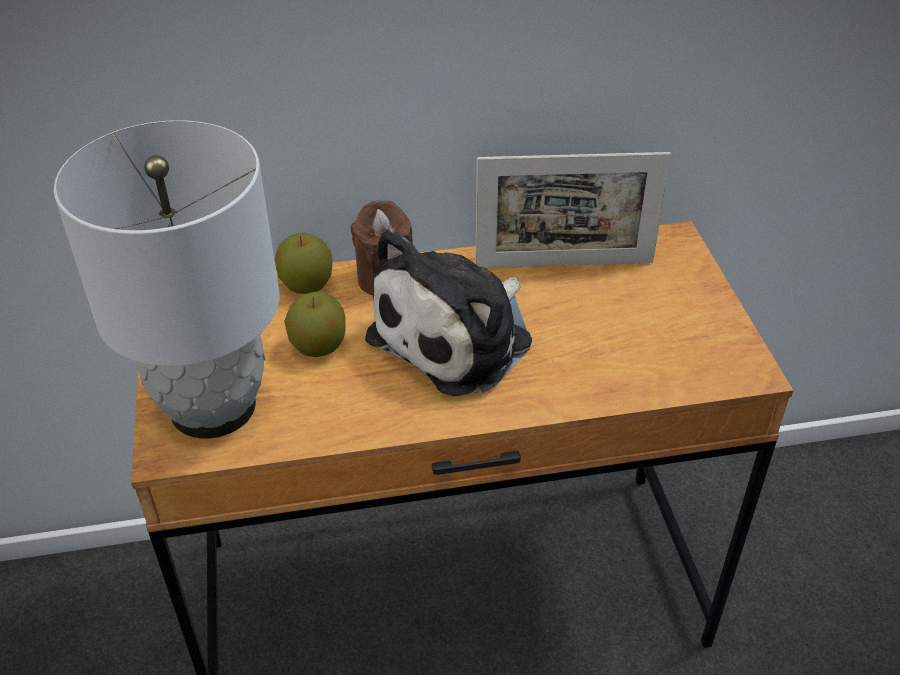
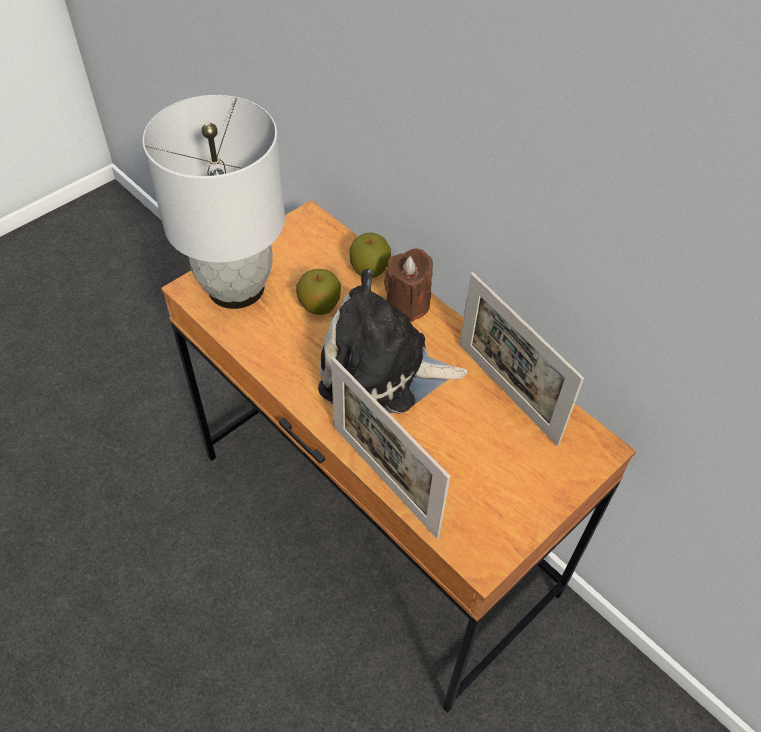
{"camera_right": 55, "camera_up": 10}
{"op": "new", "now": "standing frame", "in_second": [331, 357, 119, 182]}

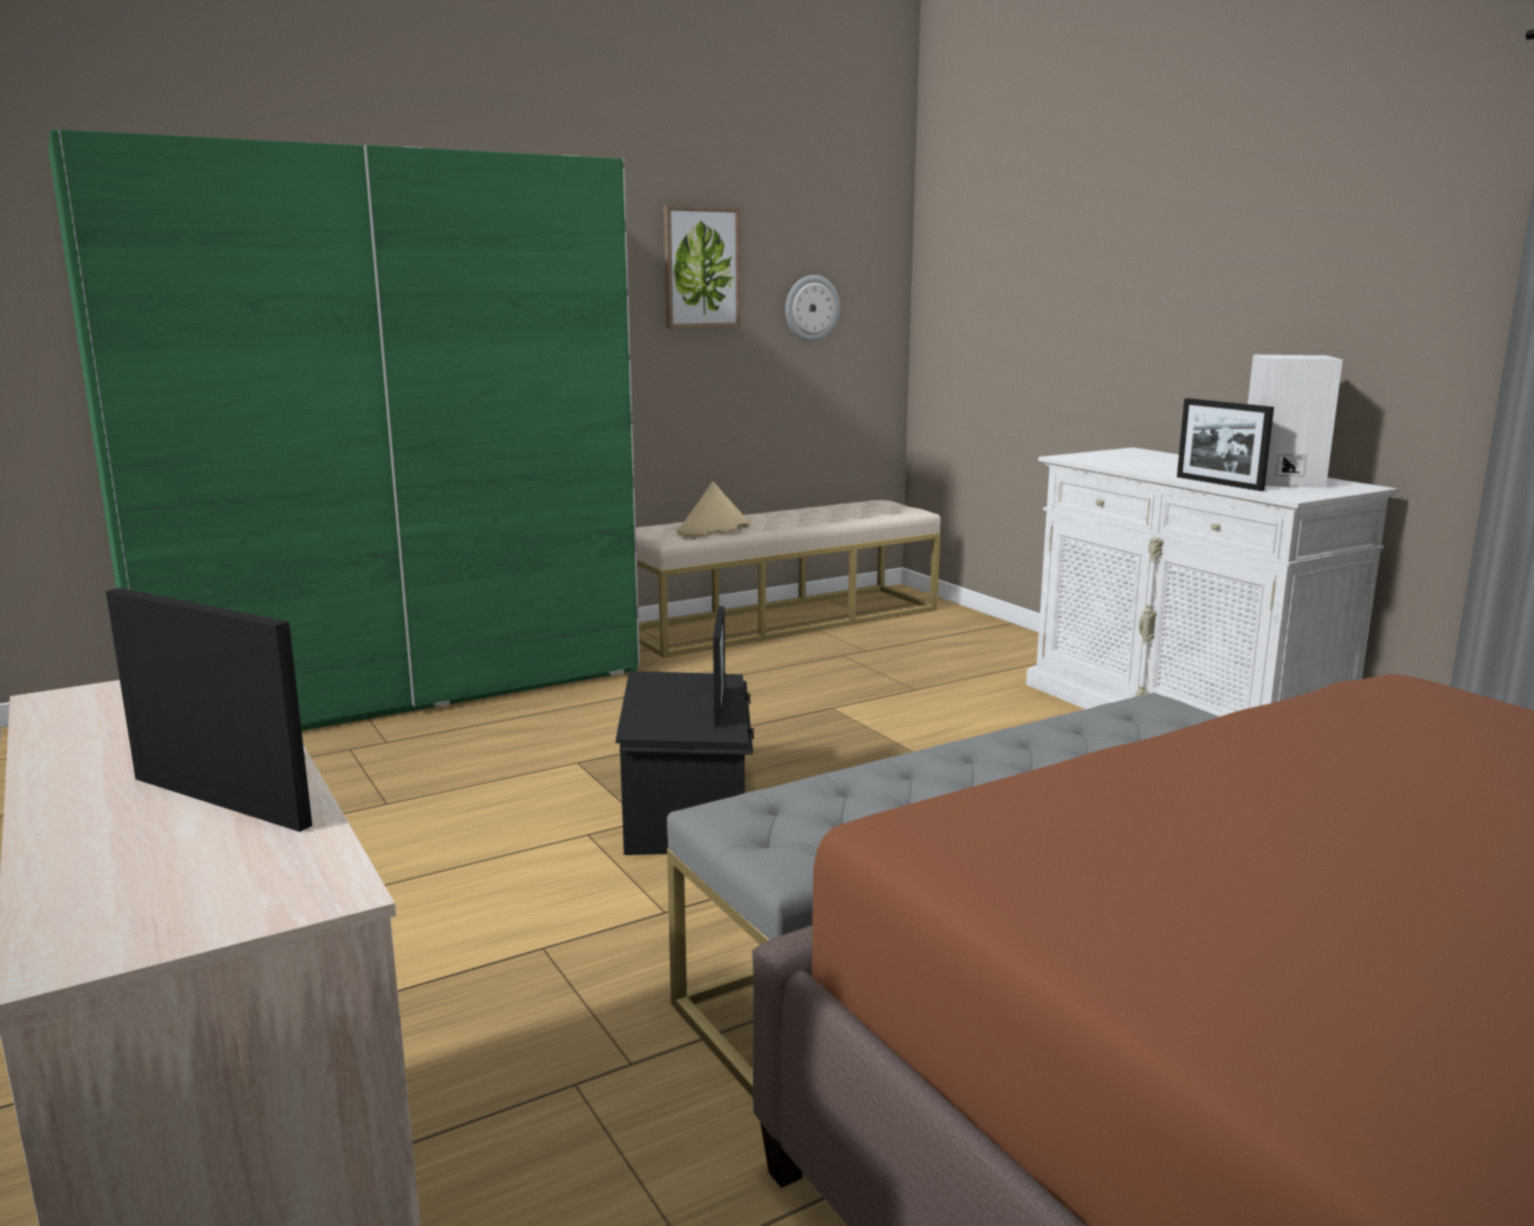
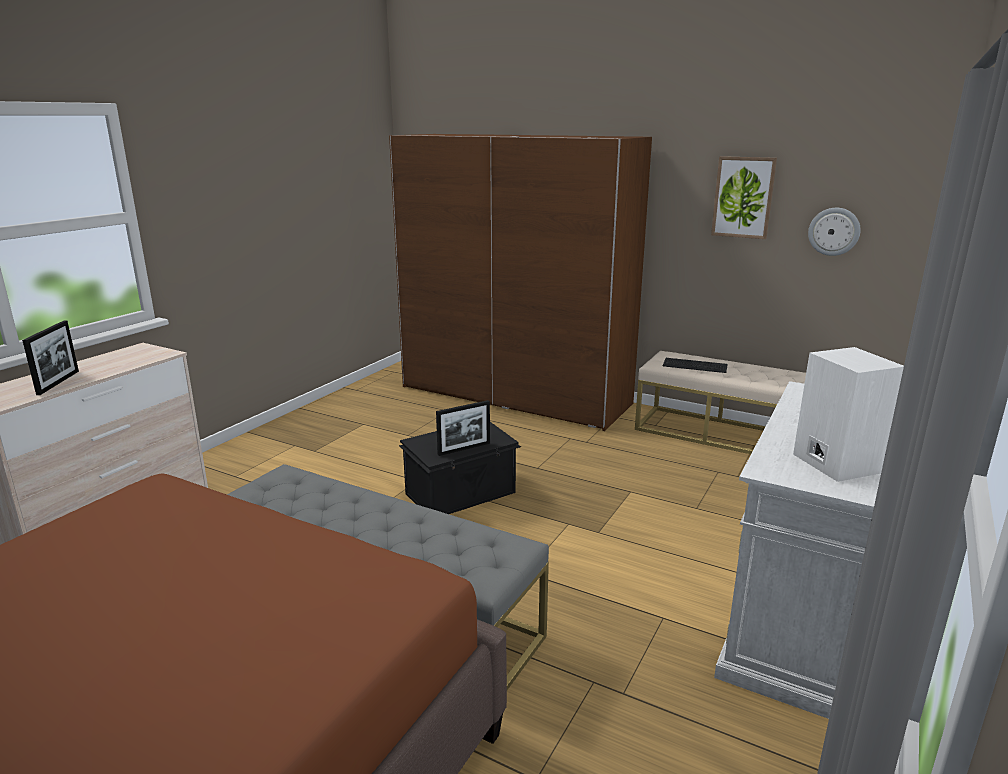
{"camera_right": 60, "camera_up": 5}
{"op": "gone", "was": "standing frame", "in_first": [1177, 398, 97, 93]}
{"op": "swapped", "was": "clothing hat in beige-coloured", "now": "PC keyboard", "in_first": [677, 481, 74, 56], "in_second": [663, 358, 64, 15]}
{"op": "repainted", "was": "clothes cupboard in green", "now": "clothes cupboard in brown-coloured", "in_first": [48, 129, 592, 602], "in_second": [389, 134, 263, 297]}

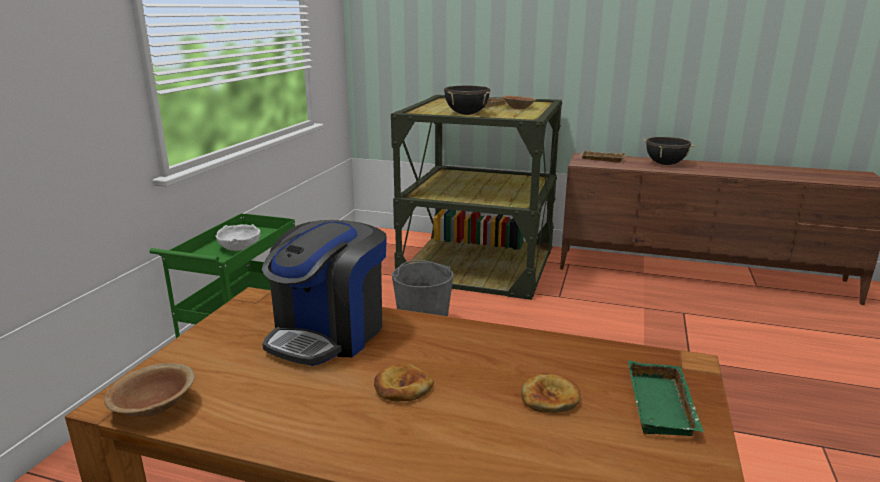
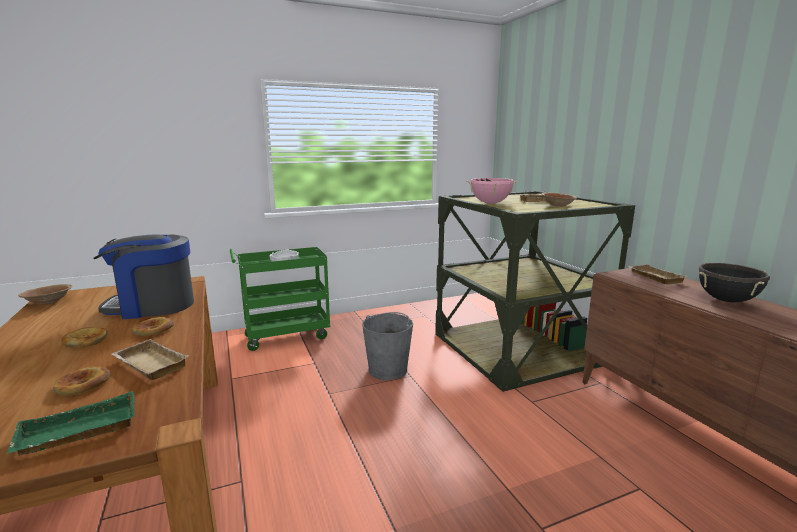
{"camera_right": 50, "camera_up": -5}
{"op": "new", "now": "tray in beige-coloured", "in_second": [111, 339, 77, 41]}
{"op": "new", "now": "bread", "in_second": [132, 317, 42, 19]}
{"op": "repainted", "was": "saucepot in black-coloured", "now": "saucepot in pink", "in_first": [444, 86, 46, 29], "in_second": [466, 178, 52, 26]}

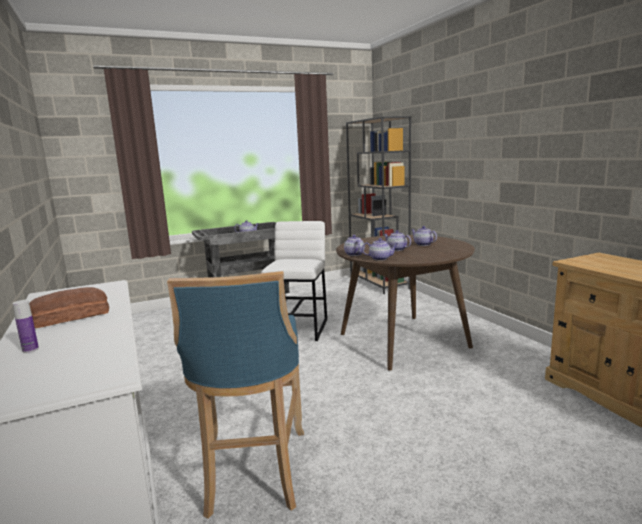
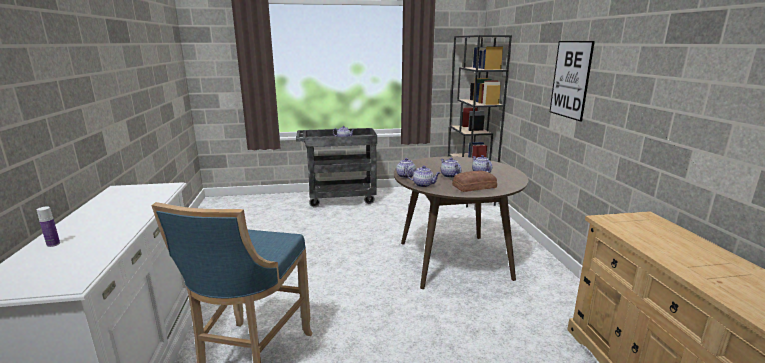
{"camera_right": 15, "camera_up": 5}
{"op": "gone", "was": "plain chair in white", "in_first": [261, 221, 66, 120]}
{"op": "new", "now": "picture", "in_second": [550, 41, 45, 81]}
{"op": "shifted", "was": "bread", "in_first": [29, 287, 80, 41], "in_second": [452, 171, 45, 21]}

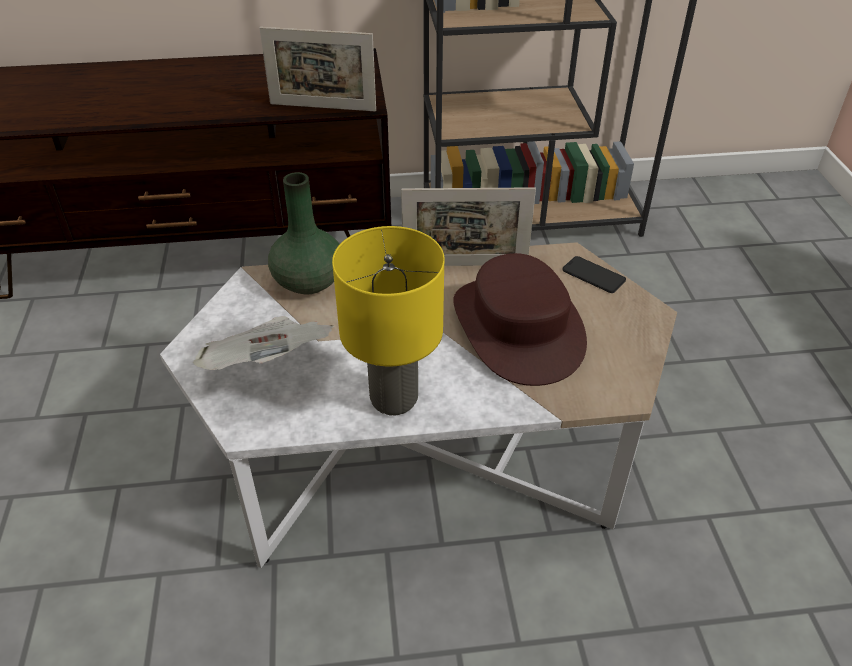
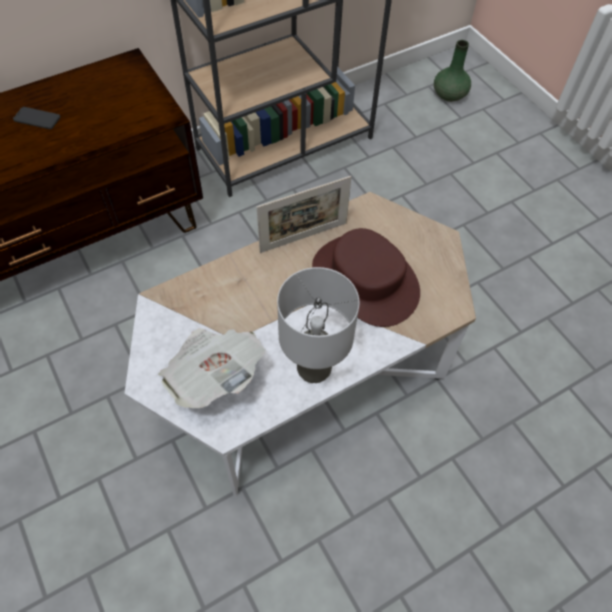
{"camera_right": -25, "camera_up": 15}
{"op": "gone", "was": "standing frame", "in_first": [259, 27, 117, 85]}
{"op": "shifted", "was": "vase in green", "in_first": [268, 172, 72, 123], "in_second": [434, 40, 37, 62]}
{"op": "shifted", "was": "handset", "in_first": [562, 256, 64, 37], "in_second": [13, 107, 47, 22]}
{"op": "repainted", "was": "tabletop lamp in yellow", "now": "tabletop lamp in white", "in_first": [332, 226, 112, 190], "in_second": [277, 267, 82, 116]}

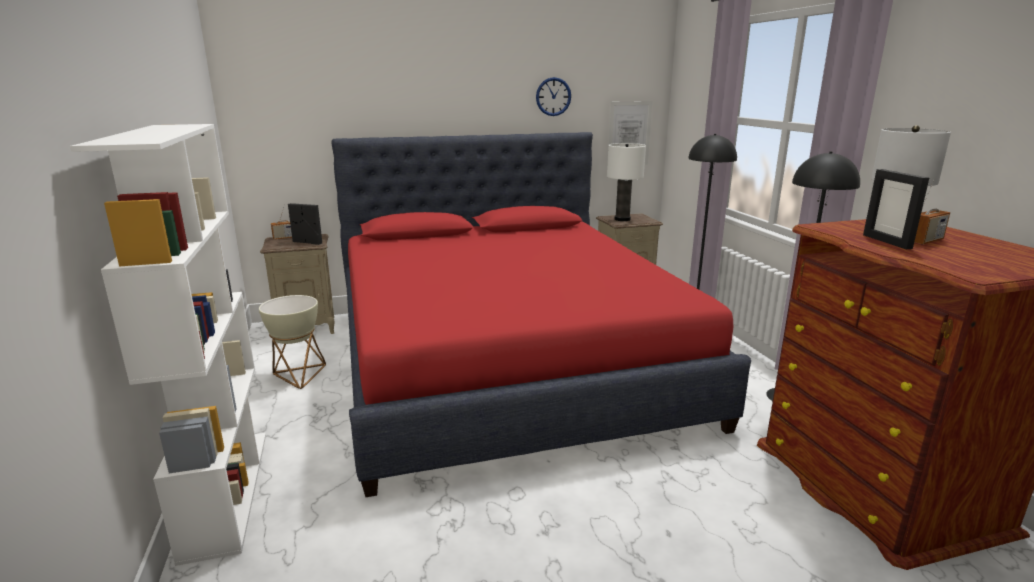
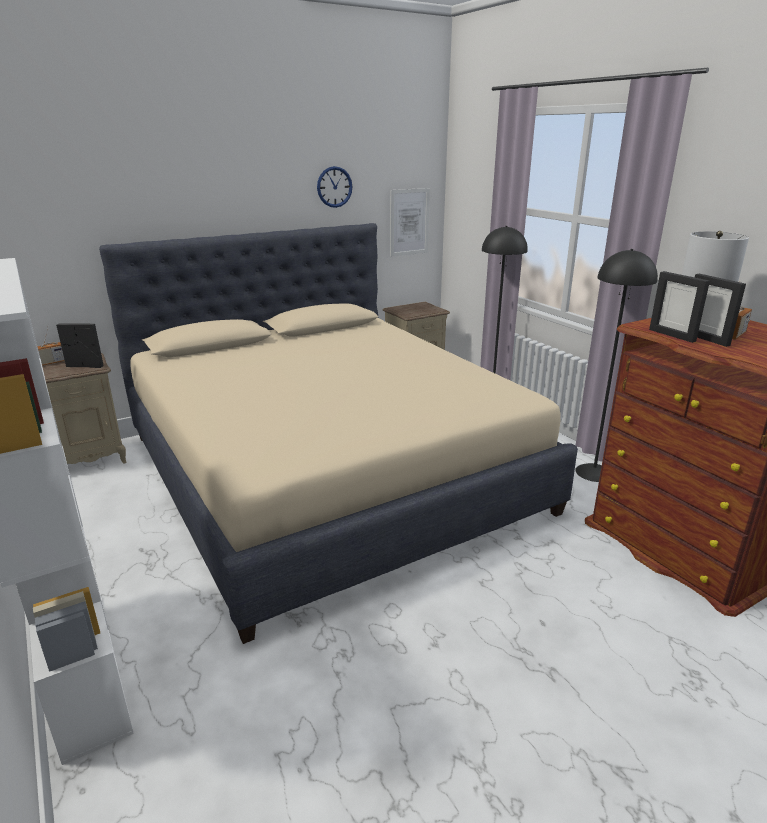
{"camera_right": -15, "camera_up": 5}
{"op": "gone", "was": "flower pot", "in_first": [259, 295, 67, 94]}
{"op": "gone", "was": "tabletop lamp in white", "in_first": [607, 143, 39, 78]}
{"op": "new", "now": "standing frame", "in_second": [649, 271, 61, 72]}
{"op": "repainted", "was": "bedroom bed in red", "now": "bedroom bed in beige-coloured", "in_first": [331, 132, 420, 365], "in_second": [99, 223, 479, 421]}

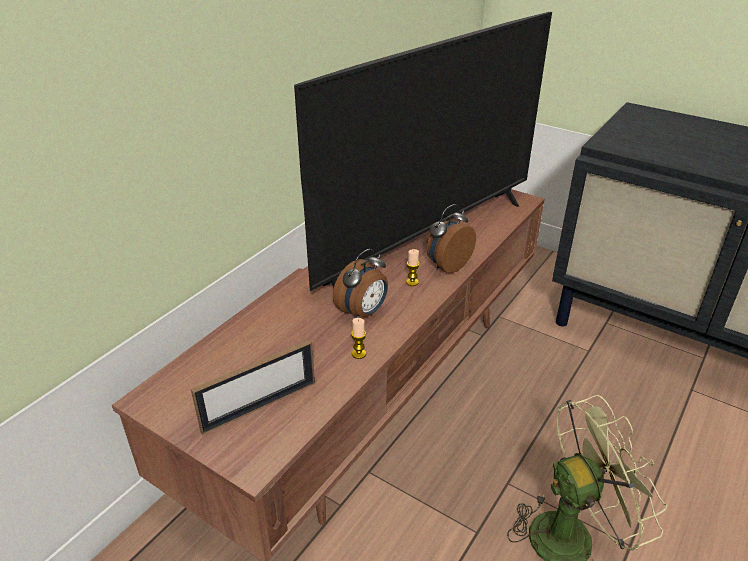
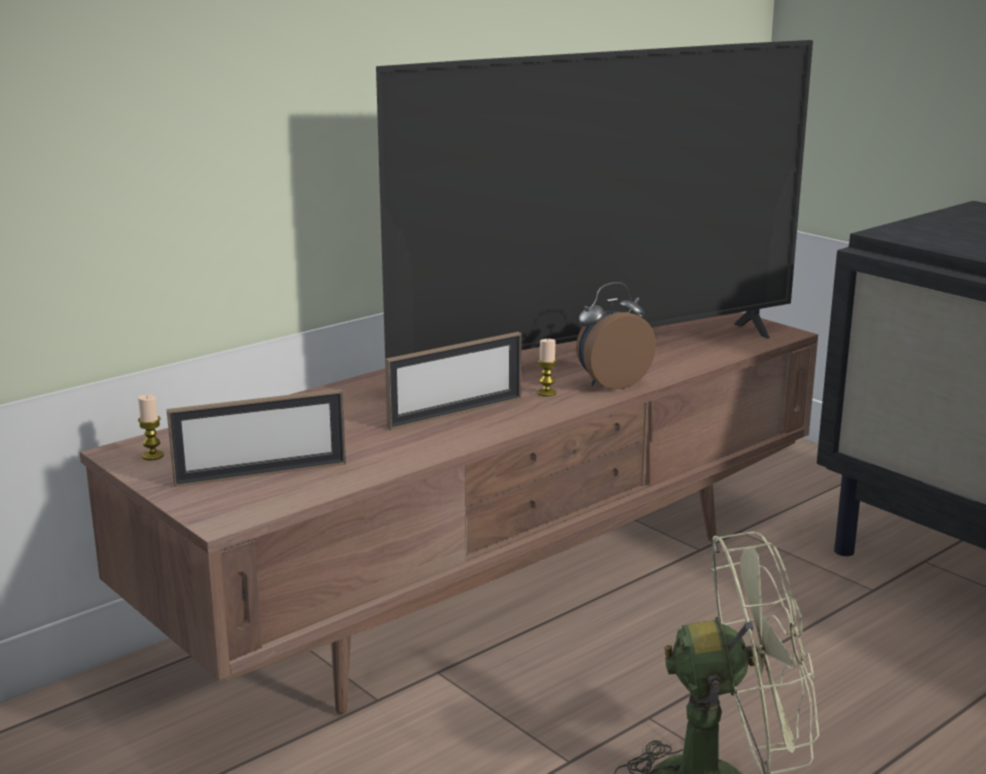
{"camera_right": 15, "camera_up": -15}
{"op": "shifted", "was": "wax candle", "in_first": [351, 318, 15, 41], "in_second": [138, 395, 26, 66]}
{"op": "swapped", "was": "bedside clock", "now": "standing frame", "in_first": [333, 249, 55, 69], "in_second": [385, 332, 137, 98]}

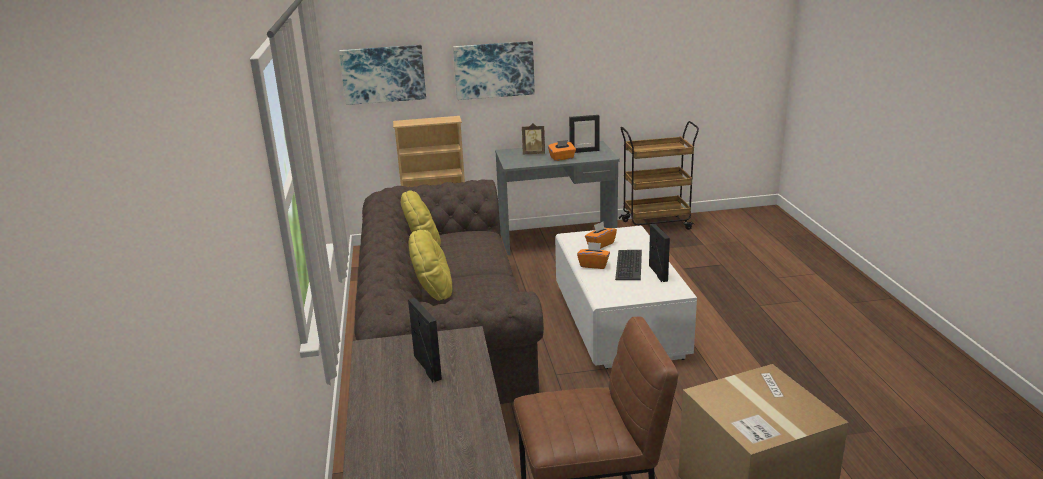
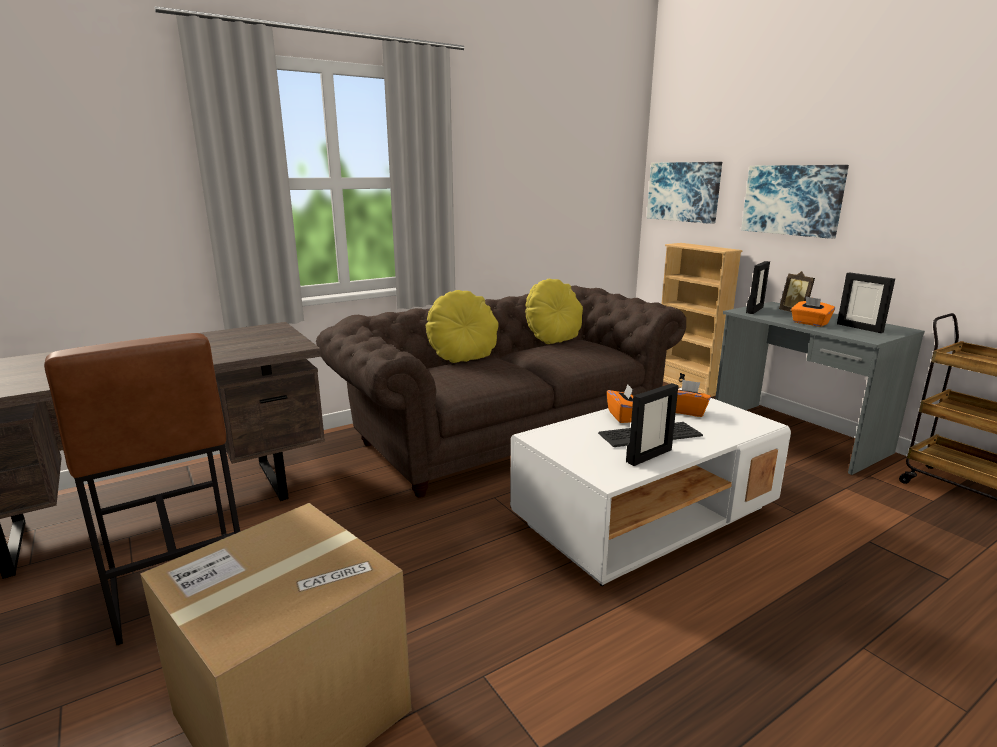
{"camera_right": 65, "camera_up": -5}
{"op": "shifted", "was": "standing frame", "in_first": [408, 298, 34, 84], "in_second": [746, 261, 24, 53]}

